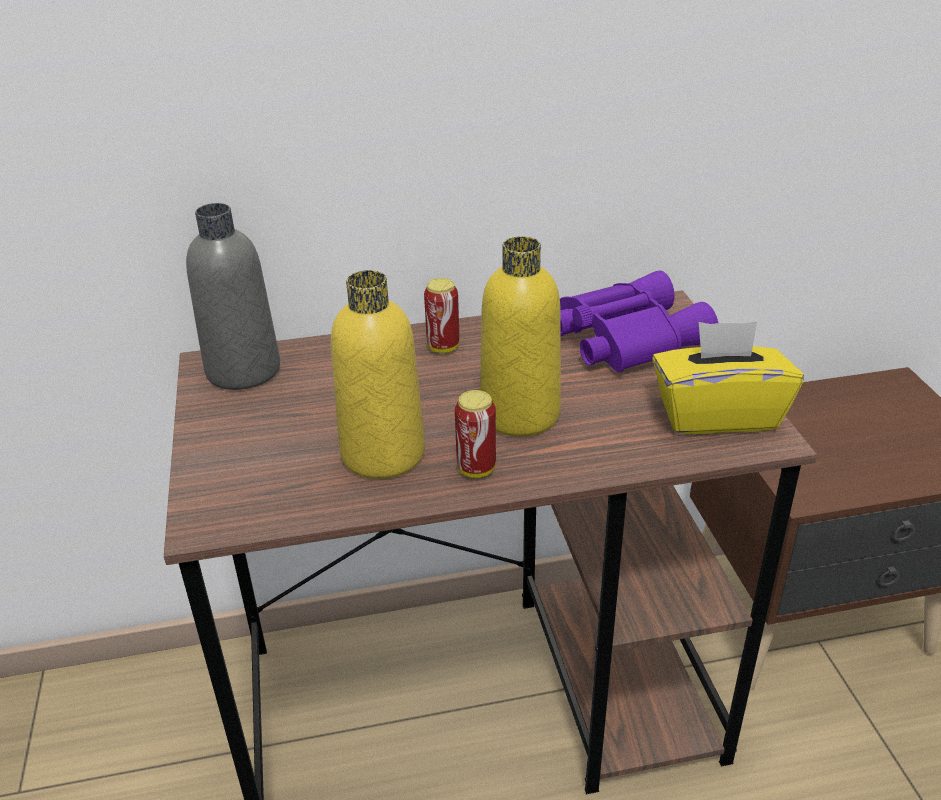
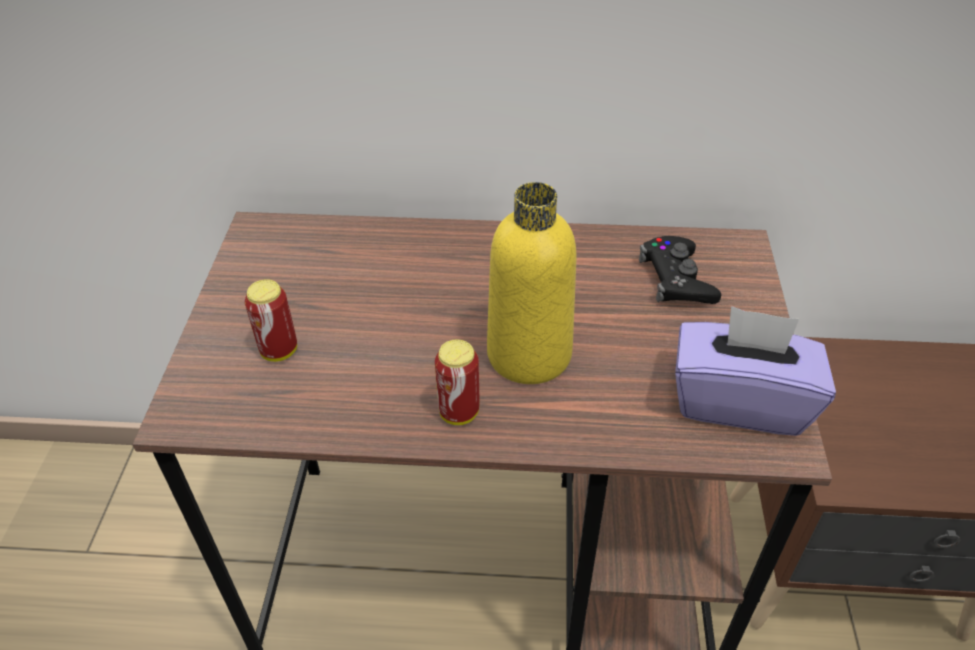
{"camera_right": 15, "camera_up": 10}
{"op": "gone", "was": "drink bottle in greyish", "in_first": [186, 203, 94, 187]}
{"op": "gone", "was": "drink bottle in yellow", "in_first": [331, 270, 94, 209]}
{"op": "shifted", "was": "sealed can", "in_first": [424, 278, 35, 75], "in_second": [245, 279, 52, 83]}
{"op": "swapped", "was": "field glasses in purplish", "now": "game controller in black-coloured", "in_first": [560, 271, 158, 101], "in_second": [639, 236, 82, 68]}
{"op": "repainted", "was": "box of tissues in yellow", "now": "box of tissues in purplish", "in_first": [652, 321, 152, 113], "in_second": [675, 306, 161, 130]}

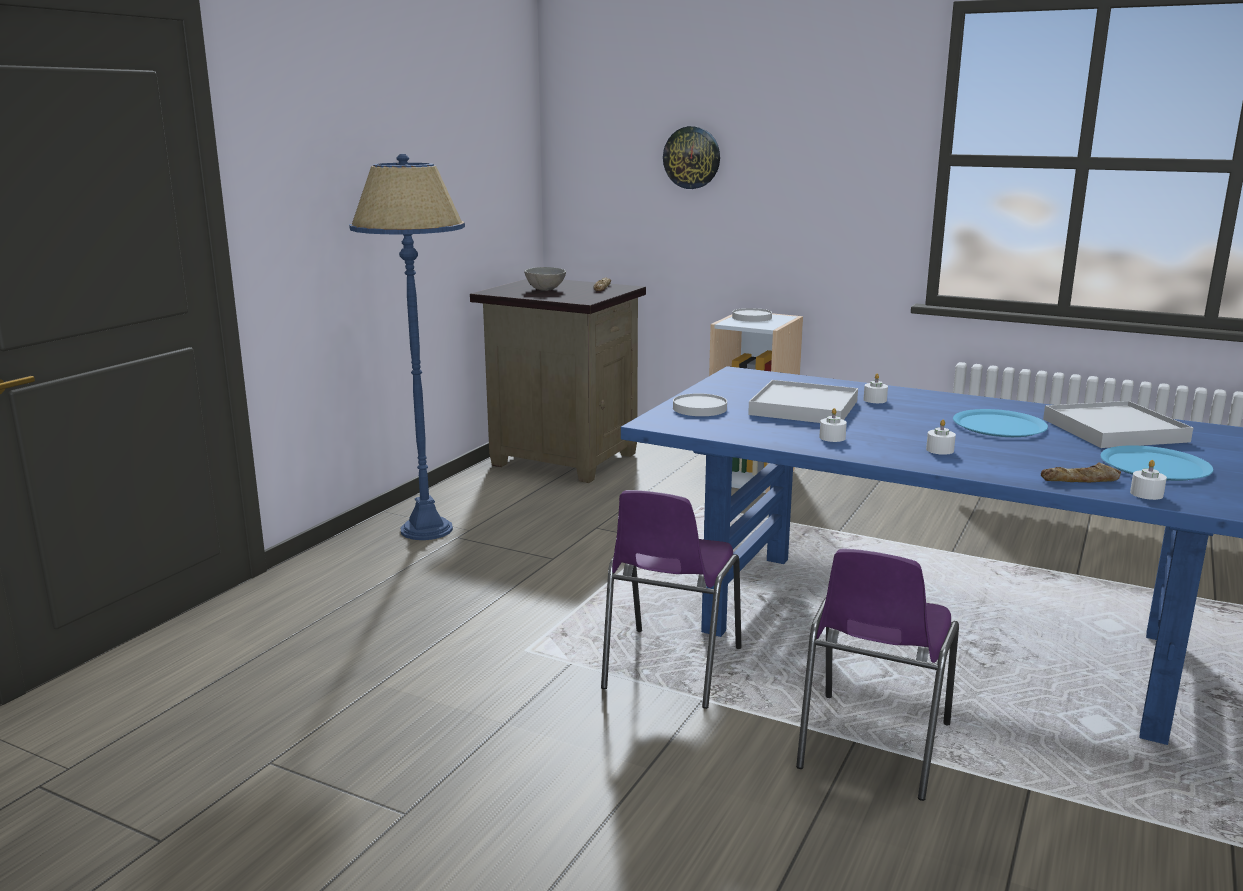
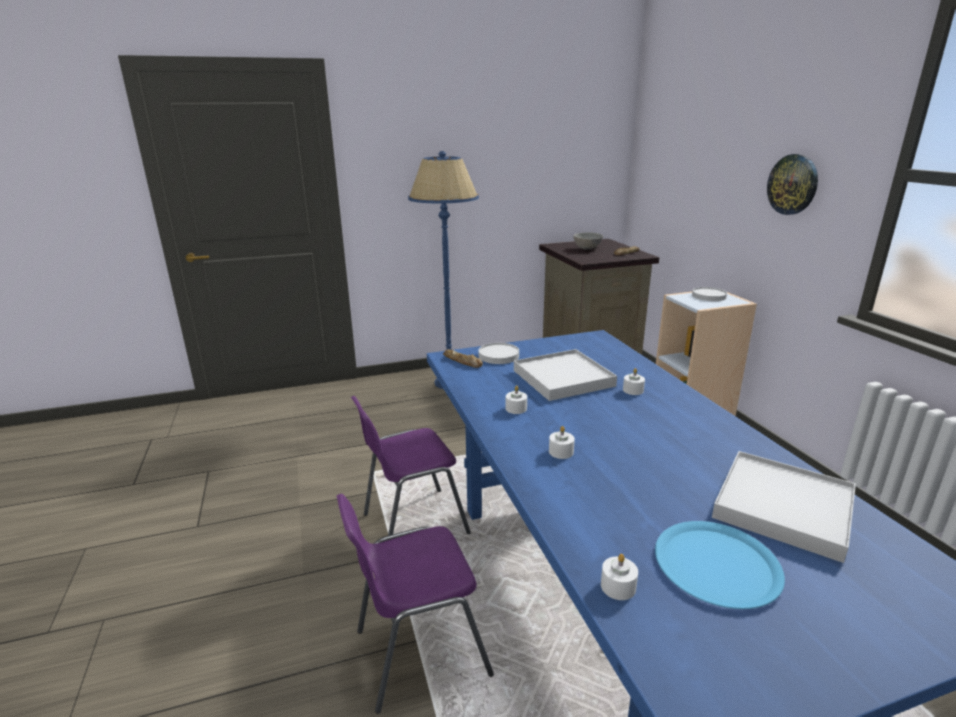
{"camera_right": 45, "camera_up": 5}
{"op": "gone", "was": "plate in bluish", "in_first": [953, 409, 95, 28]}
{"op": "shifted", "was": "hanging clock", "in_first": [663, 126, 57, 63], "in_second": [767, 154, 51, 61]}
{"op": "shifted", "was": "bread", "in_first": [1041, 462, 80, 20], "in_second": [443, 349, 40, 19]}

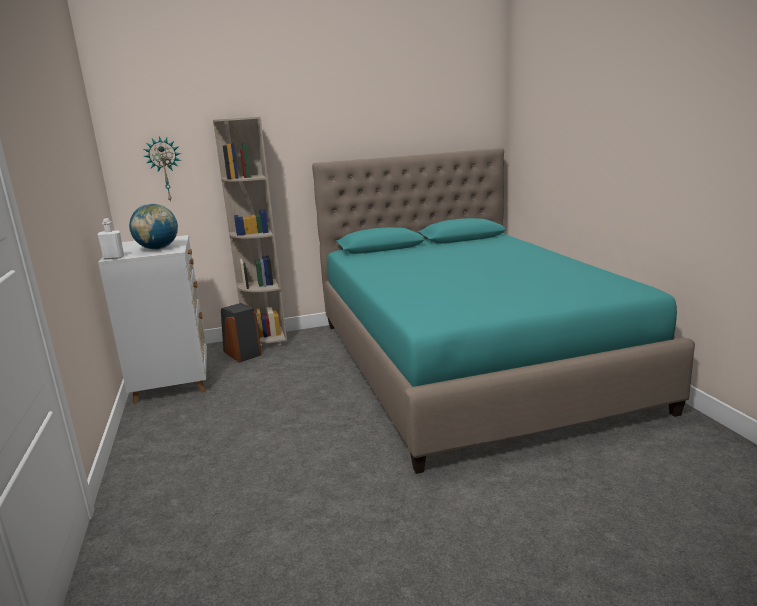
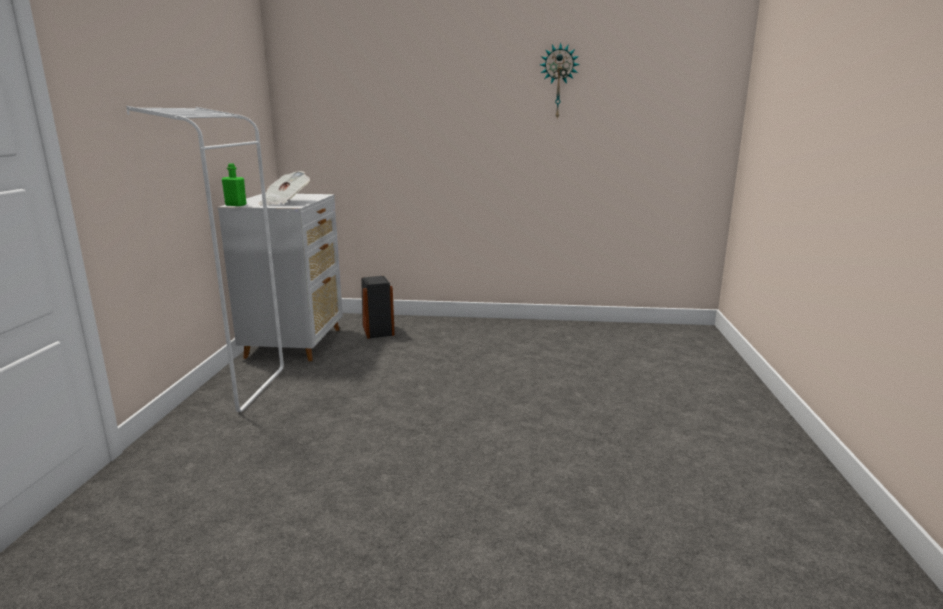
{"camera_right": 20, "camera_up": 0}
{"op": "gone", "was": "bookcase in beige-coloured", "in_first": [213, 117, 74, 229]}
{"op": "gone", "was": "bedroom bed in turquoise", "in_first": [312, 148, 383, 326]}
{"op": "new", "now": "garment rack in white", "in_second": [126, 106, 158, 306]}
{"op": "shifted", "was": "hanging clock", "in_first": [143, 136, 38, 67], "in_second": [540, 43, 40, 75]}
{"op": "swapped", "was": "desk globe", "now": "daily paper", "in_first": [129, 204, 49, 46], "in_second": [258, 171, 52, 34]}
{"op": "repainted", "was": "drink bottle in white", "now": "drink bottle in green", "in_first": [97, 218, 27, 41], "in_second": [222, 163, 25, 43]}

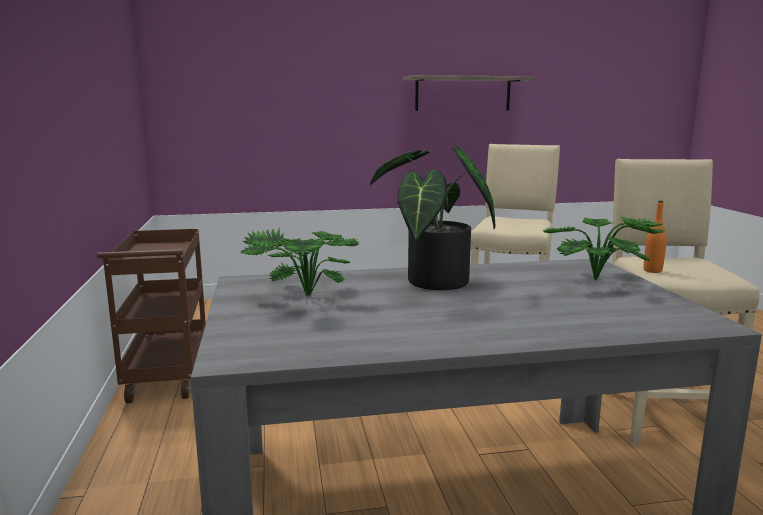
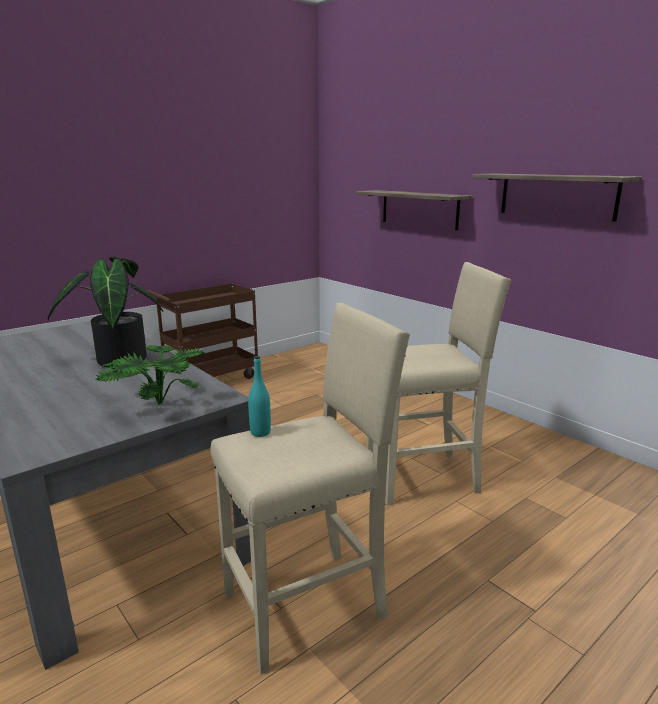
{"camera_right": 60, "camera_up": 5}
{"op": "gone", "was": "plant in a pot", "in_first": [240, 227, 119, 69]}
{"op": "new", "now": "wall shelf", "in_second": [356, 190, 115, 40]}
{"op": "repainted", "was": "drink bottle in orange", "now": "drink bottle in turquoise", "in_first": [644, 201, 22, 72], "in_second": [248, 356, 23, 81]}

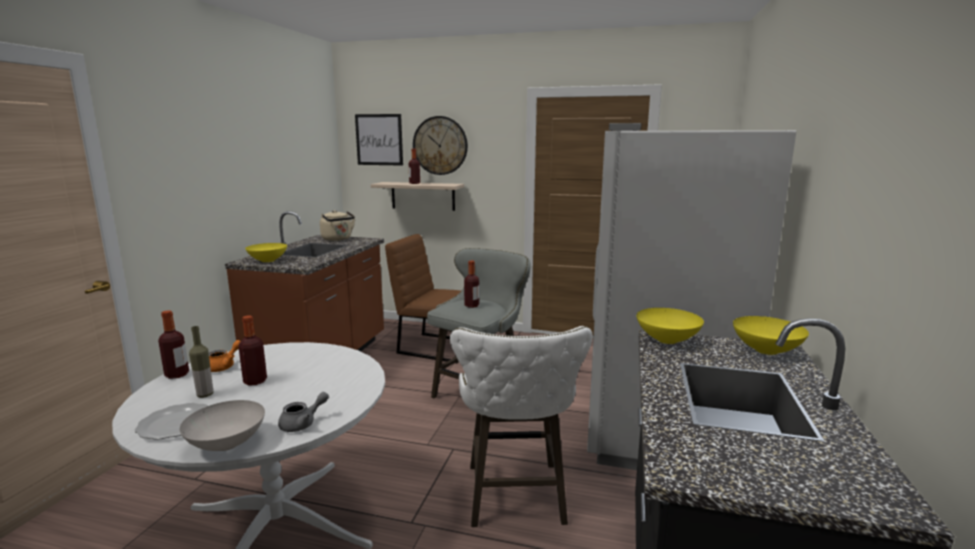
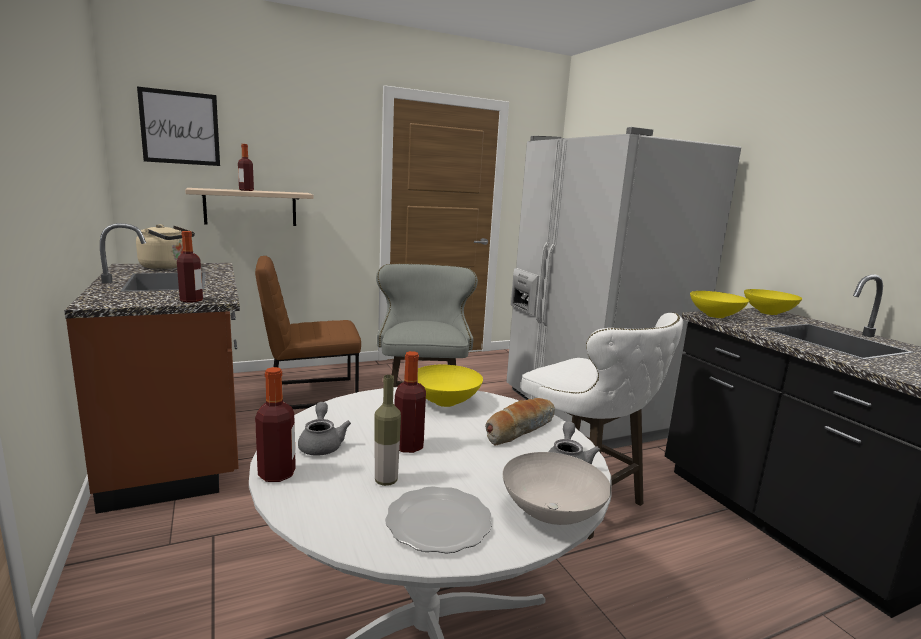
{"camera_right": -40, "camera_up": 0}
{"op": "gone", "was": "hanging clock", "in_first": [413, 116, 55, 59]}
{"op": "new", "now": "bread", "in_second": [485, 398, 70, 47]}
{"op": "shifted", "was": "deep dish in yellow", "in_first": [245, 243, 42, 19], "in_second": [418, 365, 65, 42]}
{"op": "shifted", "was": "drink bottle", "in_first": [464, 261, 15, 47], "in_second": [177, 231, 26, 72]}
{"op": "repainted", "was": "teapot in orange", "now": "teapot in greyish", "in_first": [209, 340, 32, 32], "in_second": [298, 402, 53, 53]}

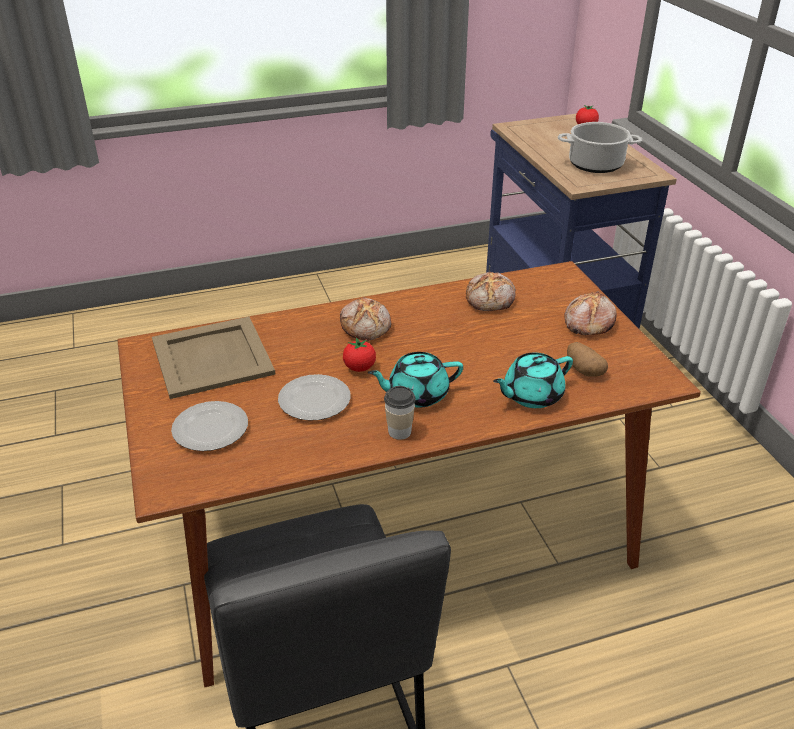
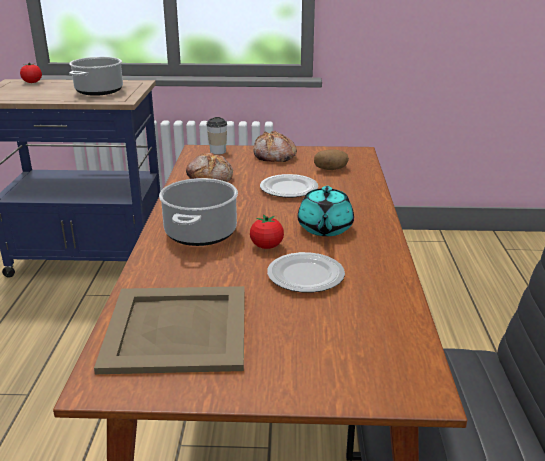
{"camera_right": -70, "camera_up": -10}
{"op": "gone", "was": "teapot in turquoise", "in_first": [493, 353, 80, 55]}
{"op": "shifted", "was": "plate", "in_first": [171, 401, 77, 50], "in_second": [260, 174, 58, 24]}
{"op": "shifted", "was": "drinking cup", "in_first": [384, 386, 32, 54], "in_second": [207, 117, 20, 37]}
{"op": "swapped", "was": "bread", "now": "saucepot", "in_first": [340, 297, 52, 44], "in_second": [159, 178, 79, 68]}

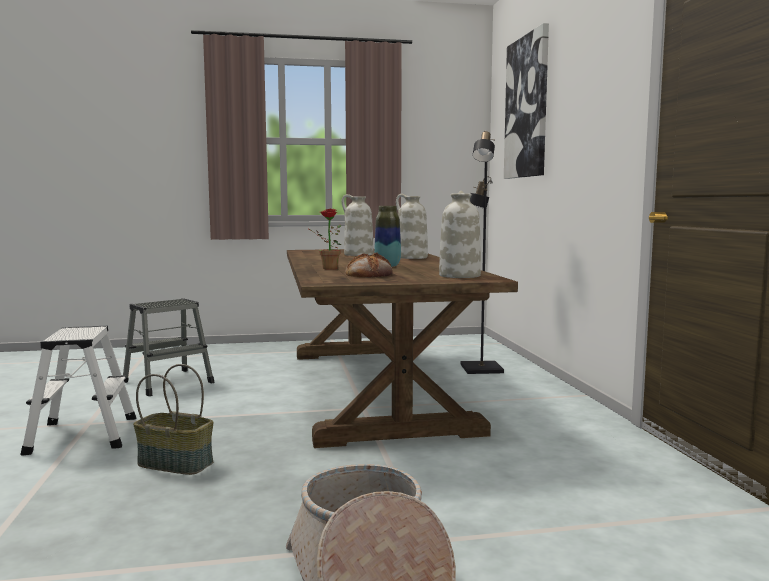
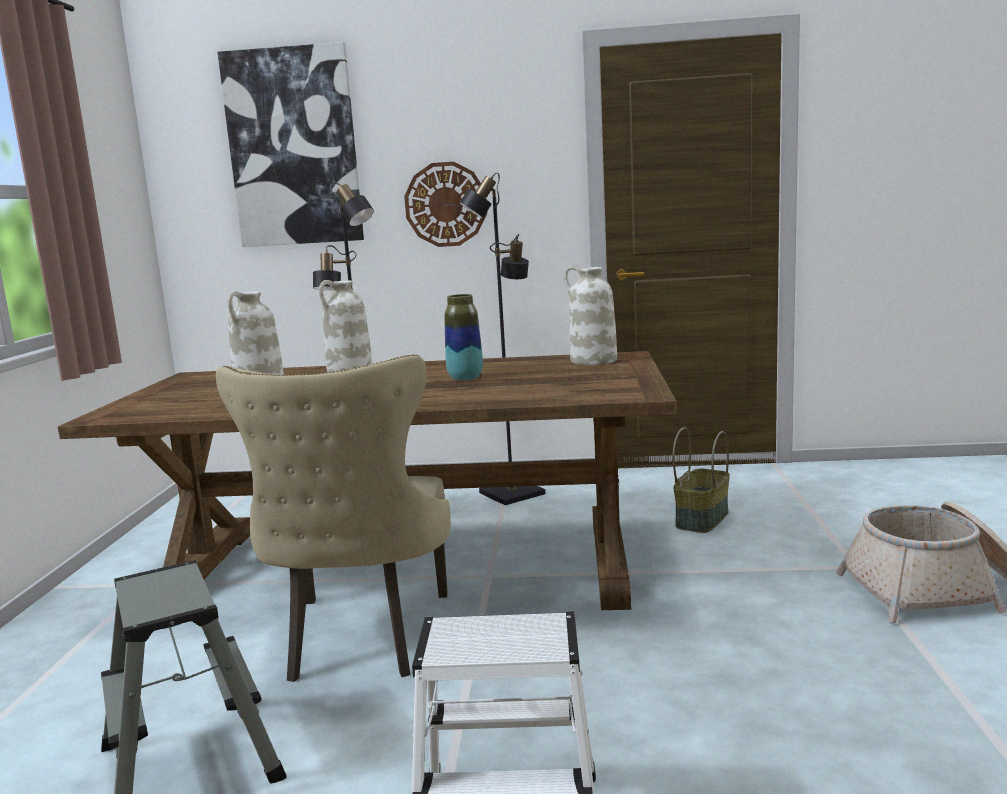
{"camera_right": -75, "camera_up": 5}
{"op": "gone", "was": "plant in a pot", "in_first": [307, 208, 34, 62]}
{"op": "gone", "was": "bread", "in_first": [345, 253, 48, 24]}
{"op": "new", "now": "plain chair in beige-coloured", "in_second": [216, 354, 235, 328]}
{"op": "new", "now": "hanging clock", "in_second": [404, 162, 83, 85]}
{"op": "new", "now": "standard lamp in black-coloured", "in_second": [460, 172, 85, 333]}
{"op": "shifted", "was": "storage basket", "in_first": [133, 364, 81, 111], "in_second": [673, 427, 57, 106]}

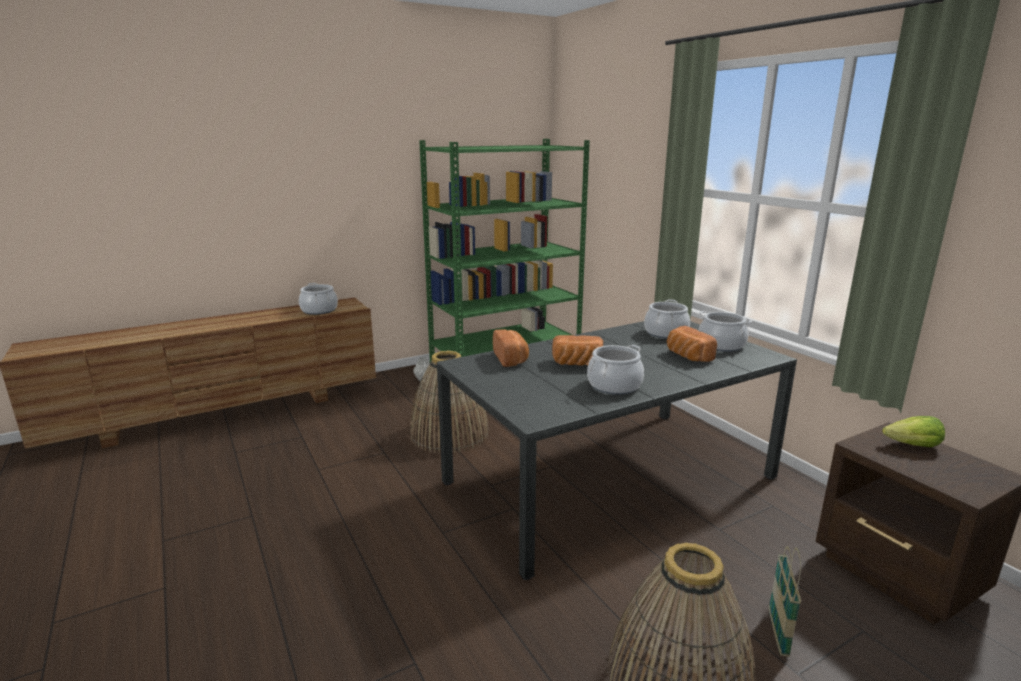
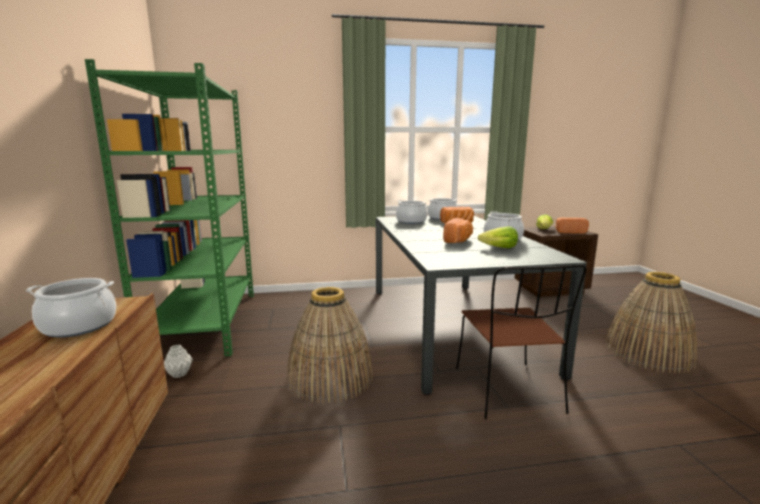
{"camera_right": -70, "camera_up": -5}
{"op": "gone", "was": "storage basket", "in_first": [769, 546, 32, 111]}
{"op": "new", "now": "plain chair in brown-coloured", "in_second": [456, 265, 130, 154]}
{"op": "new", "now": "lettuce head", "in_second": [478, 227, 40, 21]}
{"op": "shifted", "was": "bread", "in_first": [493, 329, 36, 38], "in_second": [556, 218, 33, 16]}

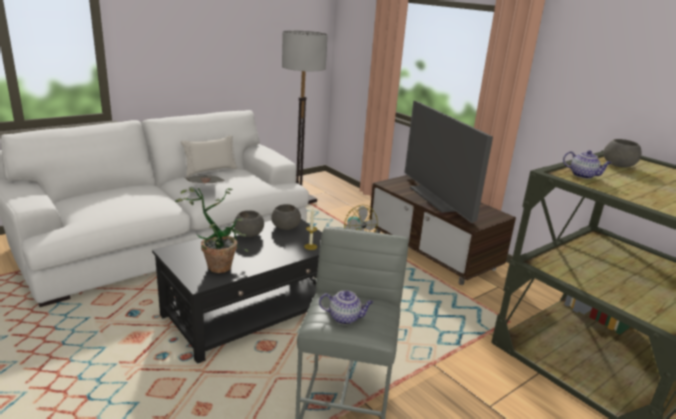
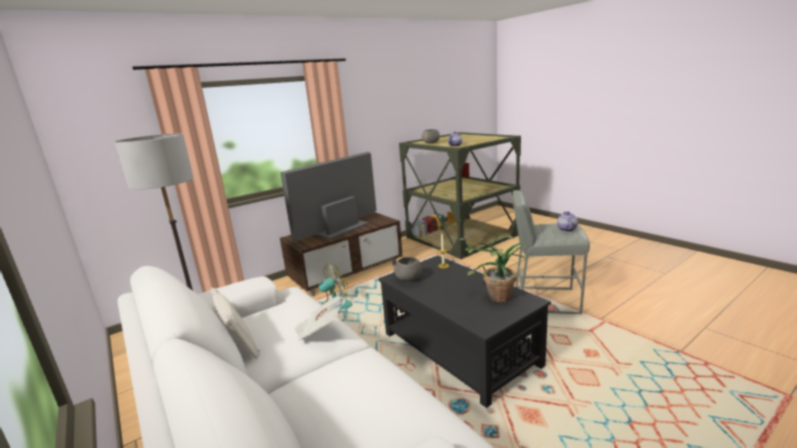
{"camera_right": -85, "camera_up": -5}
{"op": "gone", "was": "deep dish in greyish", "in_first": [234, 210, 30, 27]}
{"op": "rotated", "was": "TV", "in_first": [404, 101, 89, 122], "in_second": [280, 152, 97, 90], "clockwise": 150}

